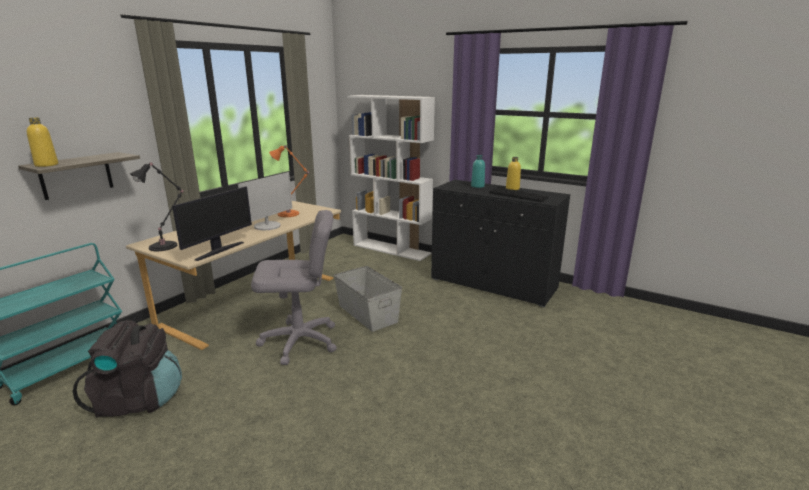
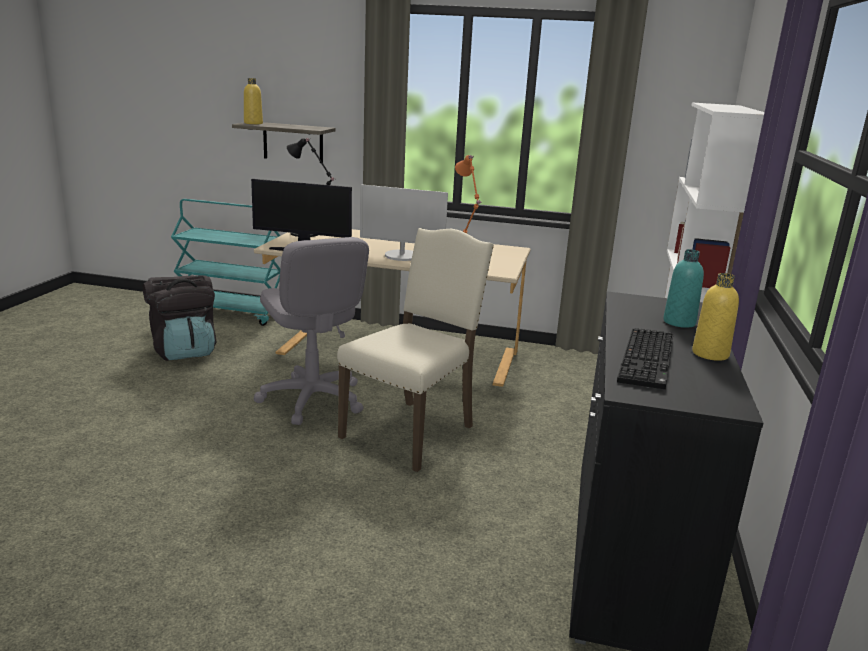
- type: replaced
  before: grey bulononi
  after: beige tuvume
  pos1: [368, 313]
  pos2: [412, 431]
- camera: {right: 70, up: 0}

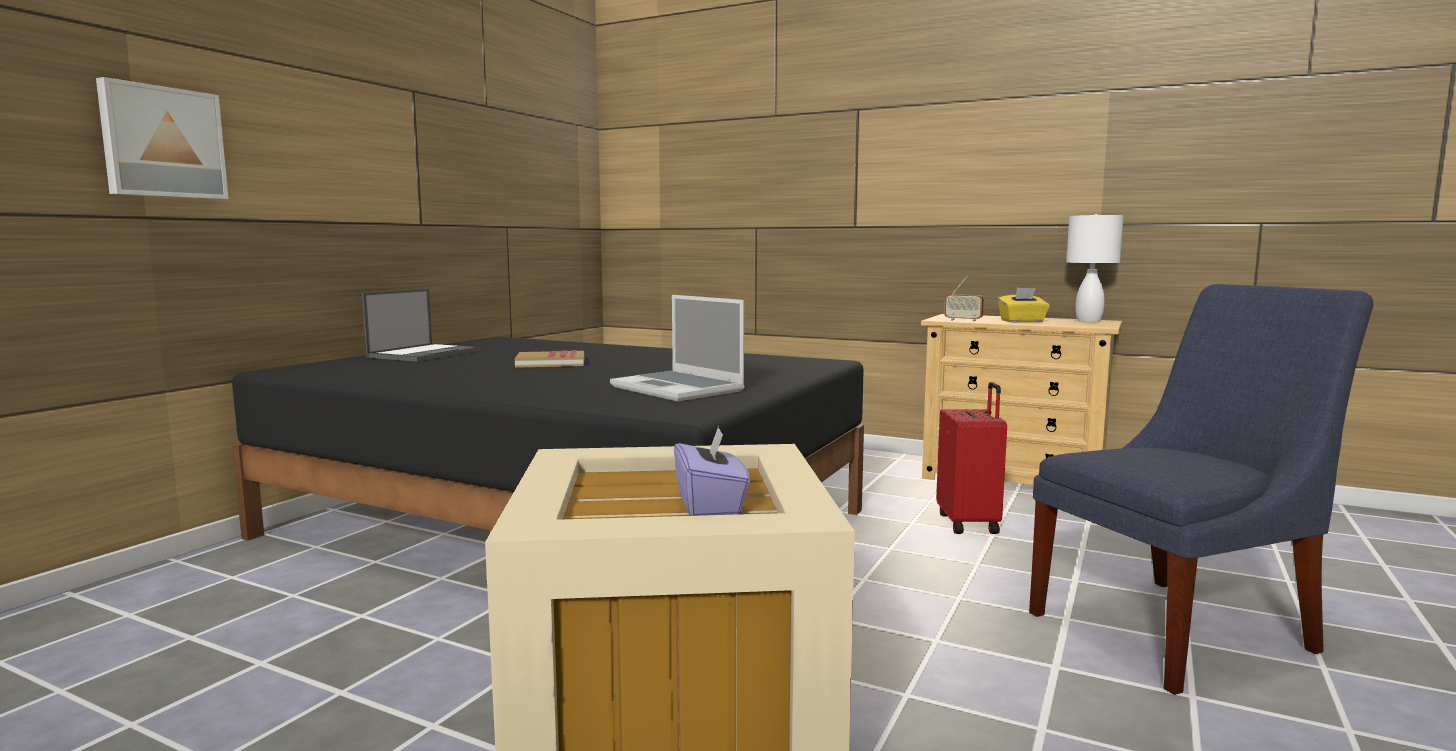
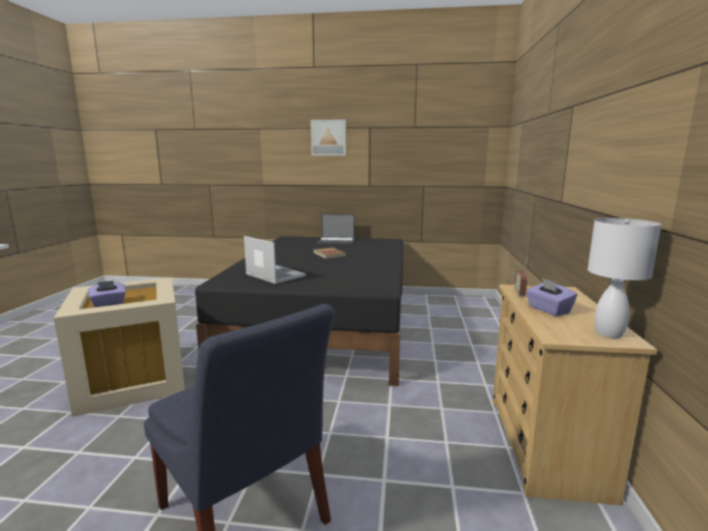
- type: moved
  before: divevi
  pos1: [162, 142]
  pos2: [328, 138]
- type: recoloured
  before: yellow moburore
  after: purple moburore
  pos1: [1022, 321]
  pos2: [548, 310]
- type: turned
  before: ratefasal
  pos1: [679, 389]
  pos2: [274, 276]
  turn: 105
- type: removed
  before: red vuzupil
  pos1: [969, 523]
- camera: {right: 70, up: 5}

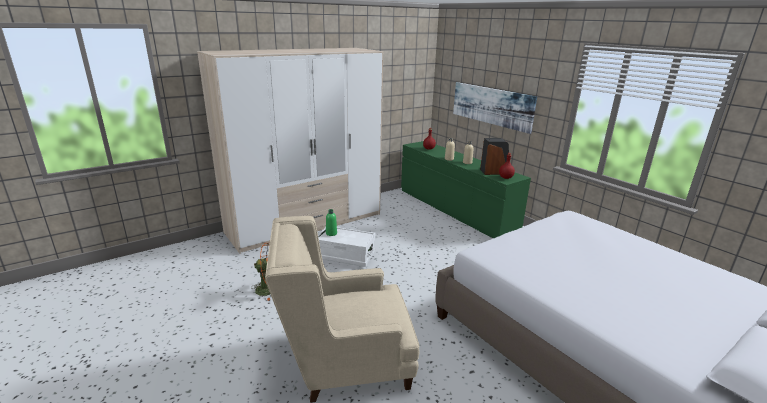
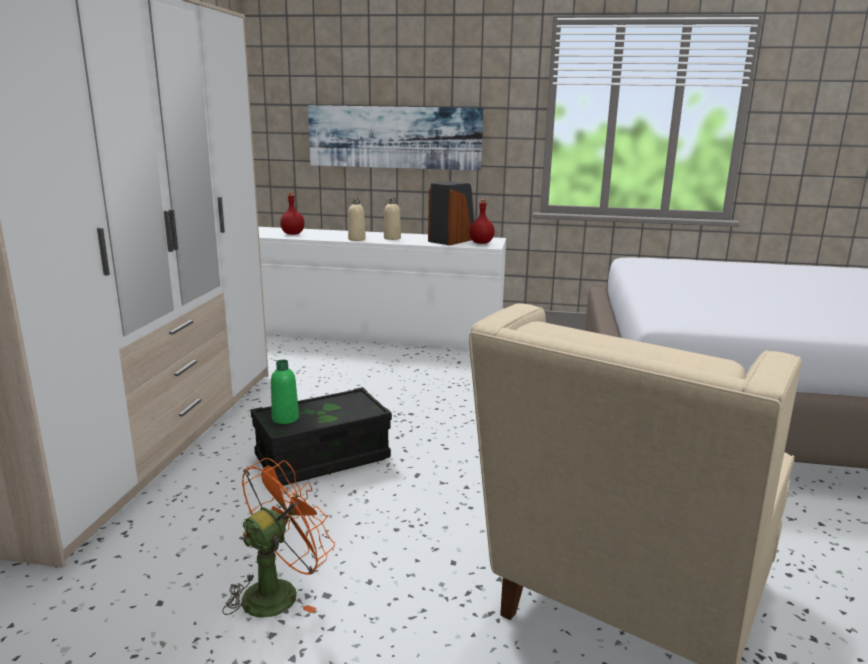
- type: recoloured
  before: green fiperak
  after: white fiperak
  pos1: [455, 209]
  pos2: [373, 332]
- type: recoloured
  before: white bulononi
  after: black bulononi
  pos1: [345, 256]
  pos2: [323, 458]
- camera: {right: -45, up: -5}

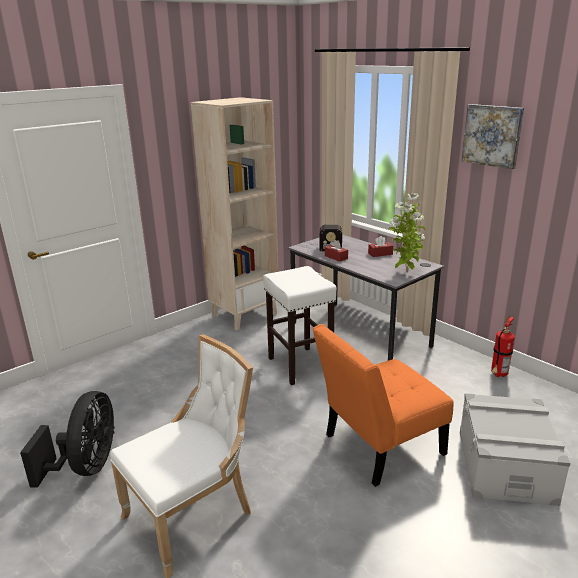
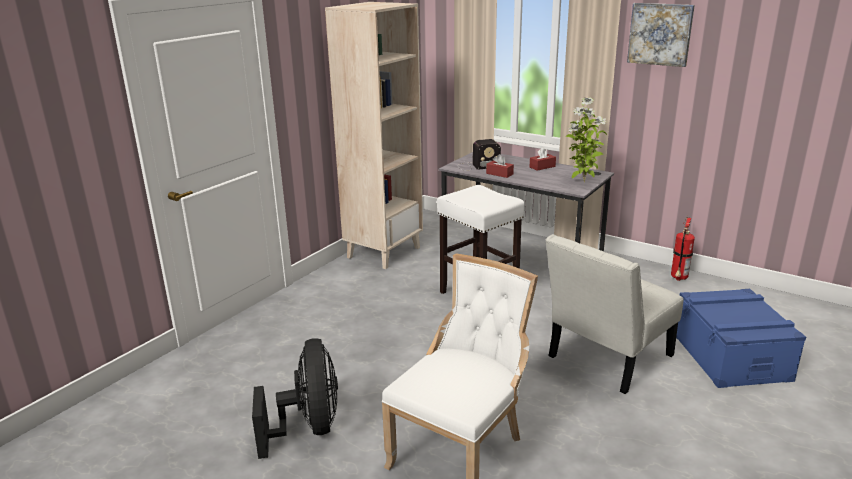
- type: recoloured
  before: orange tuvume
  after: white tuvume
  pos1: [378, 447]
  pos2: [606, 359]
- type: recoloured
  before: grey bulononi
  after: blue bulononi
  pos1: [505, 466]
  pos2: [730, 356]
- camera: {right: -15, up: 0}

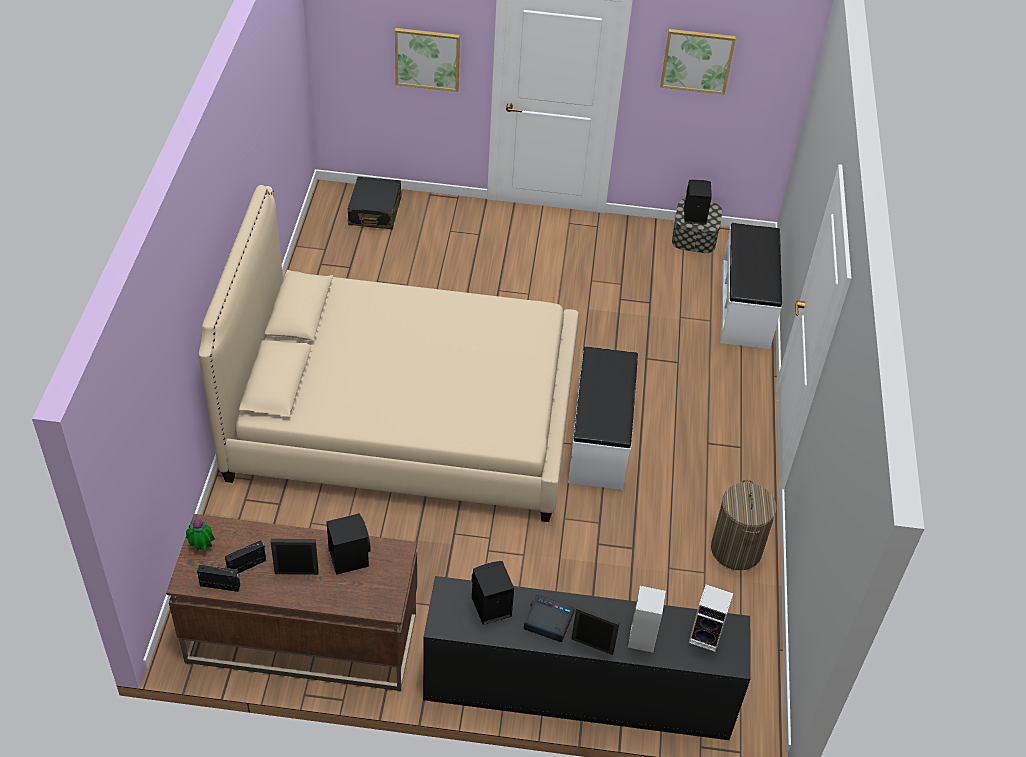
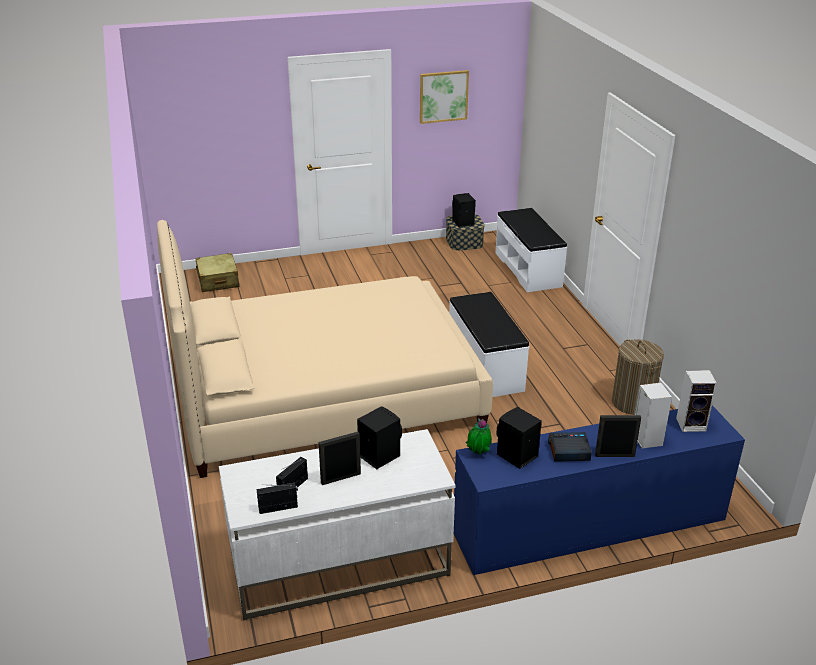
- type: removed
  before: divevi
  pos1: [427, 59]
- type: recoloured
  before: black vuzupil
  after: beige vuzupil
  pos1: [375, 211]
  pos2: [218, 280]
- type: recoloured
  before: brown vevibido
  after: white vevibido
  pos1: [301, 638]
  pos2: [338, 566]
- type: moved
  before: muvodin
  pos1: [202, 548]
  pos2: [478, 455]
- type: recoloured
  before: black fiperak
  after: blue fiperak
  pos1: [578, 690]
  pos2: [590, 525]
- camera: {right: -20, up: -15}

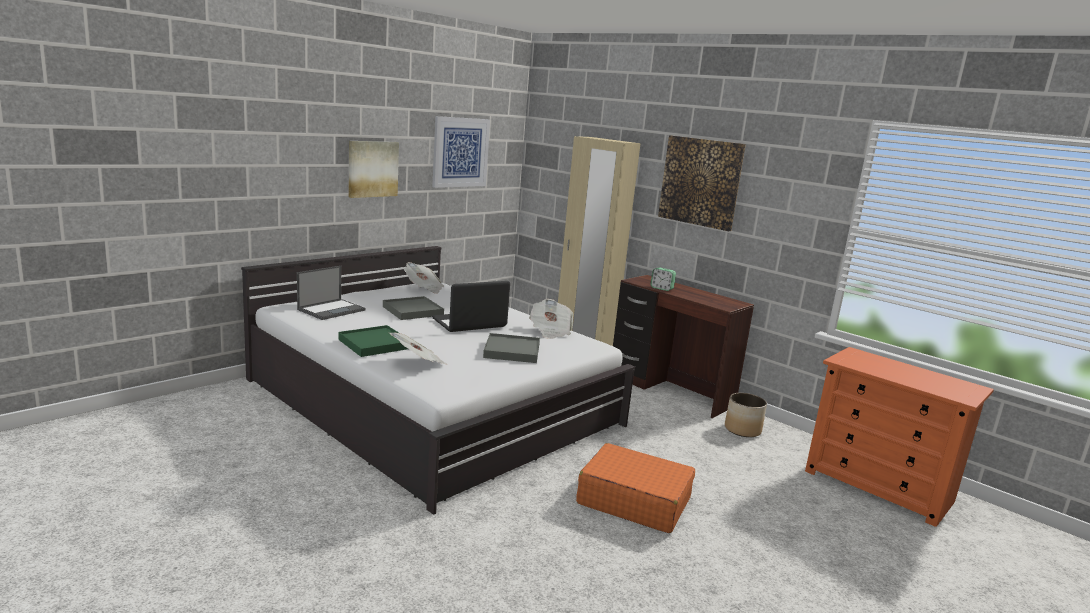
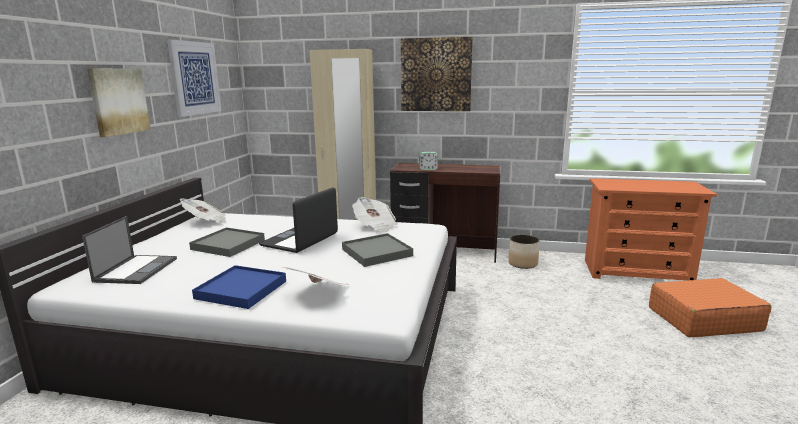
- type: recoloured
  before: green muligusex
  after: blue muligusex
  pos1: [374, 344]
  pos2: [241, 290]
- type: moved
  before: orange vuzupil
  pos1: [633, 501]
  pos2: [703, 319]
- camera: {right: -30, up: 0}

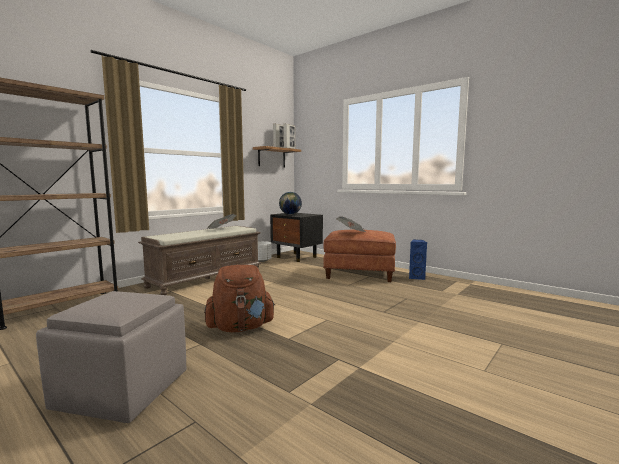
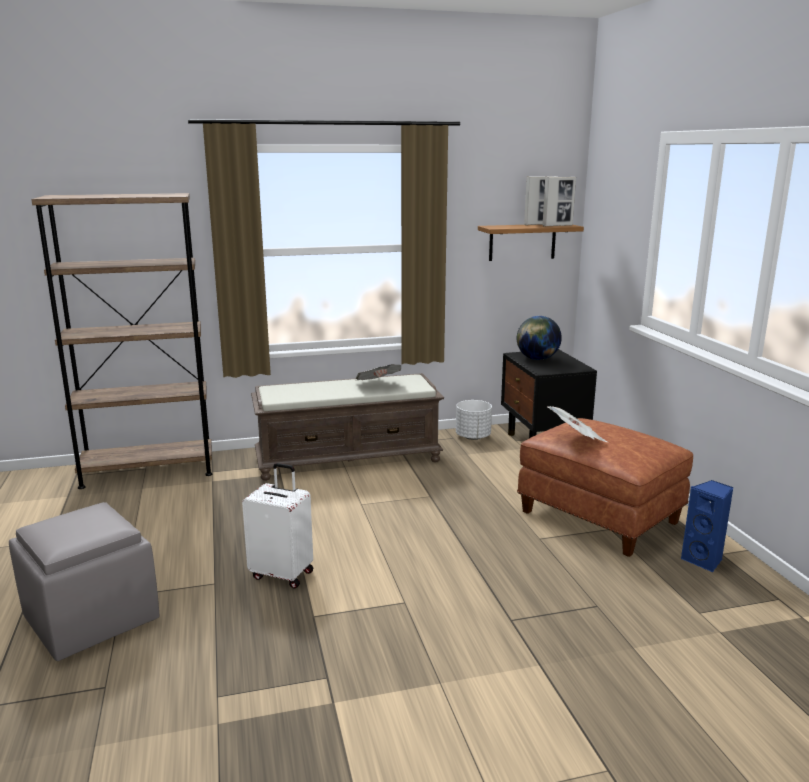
- type: replaced
  before: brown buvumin
  after: white vuzupil
  pos1: [240, 328]
  pos2: [283, 574]
- camera: {right: 35, up: 10}

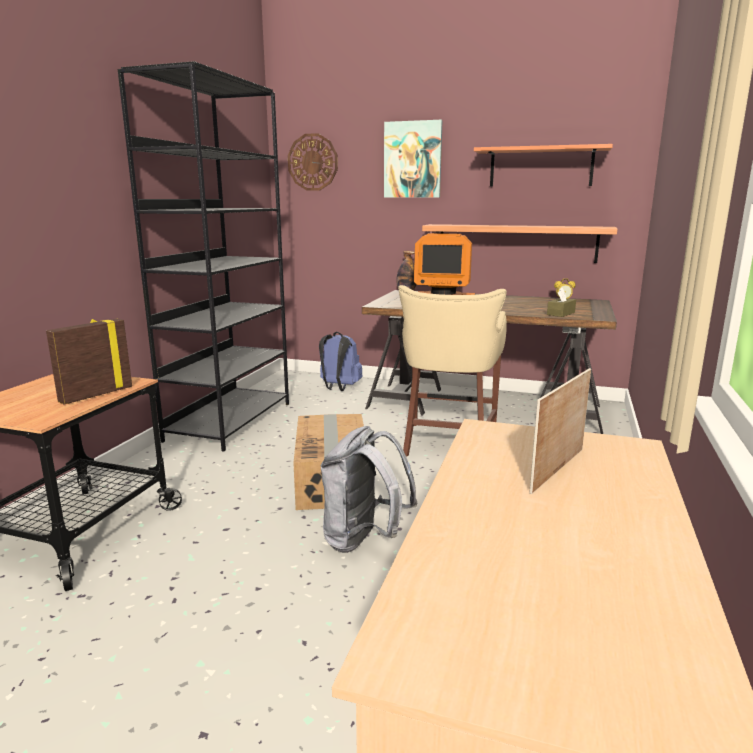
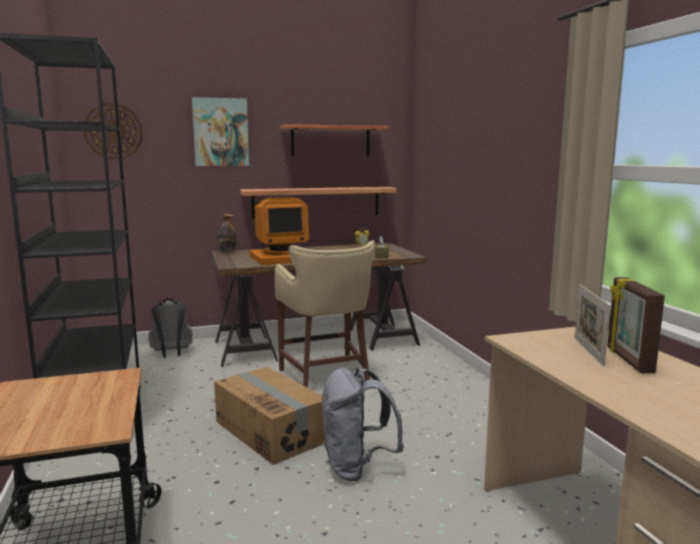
- type: moved
  before: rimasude
  pos1: [96, 394]
  pos2: [628, 360]
- type: recoloured
  before: blue buvumin
  after: grey buvumin
  pos1: [339, 388]
  pos2: [171, 354]
- camera: {right: -35, up: -5}

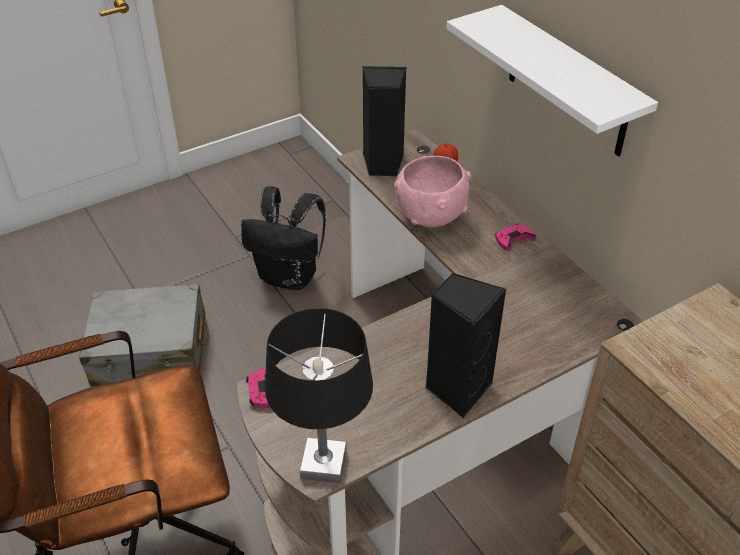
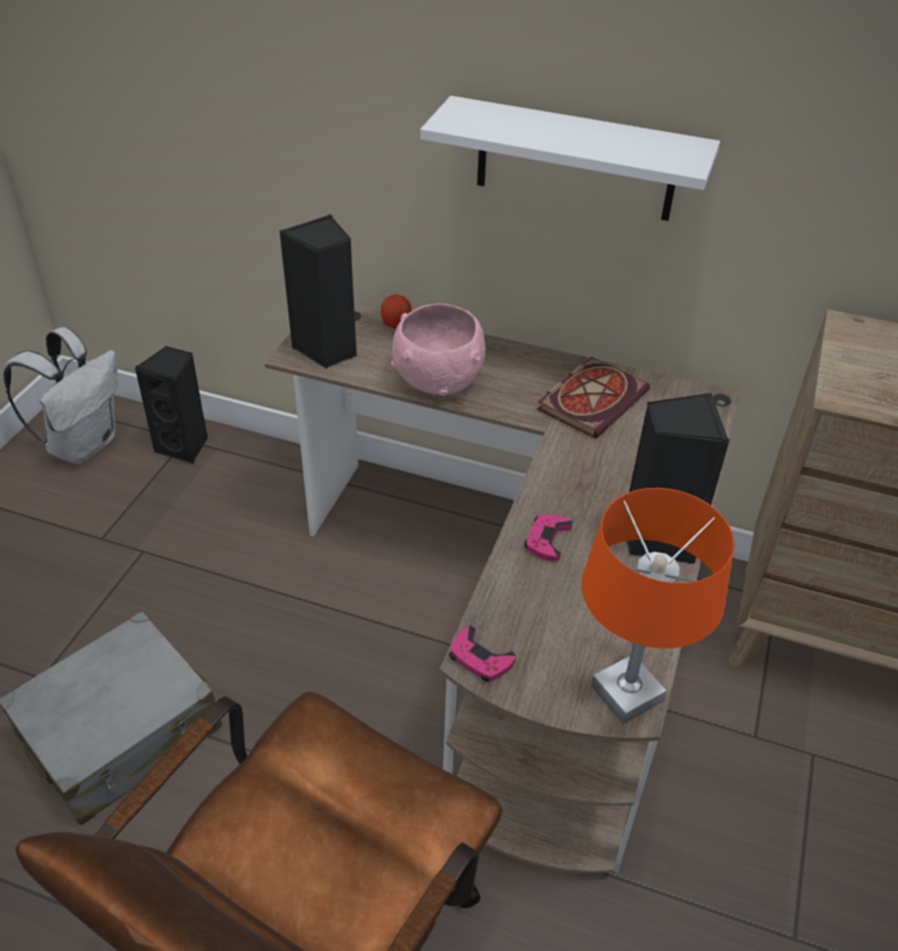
- type: removed
  before: black buvumin
  pos1: [290, 277]
- type: moved
  before: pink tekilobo
  pos1: [513, 239]
  pos2: [547, 540]
- type: recoloured
  before: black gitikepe
  after: orange gitikepe
  pos1: [323, 463]
  pos2: [626, 693]
- type: added
  after: white buvumin
  pos2: [83, 444]
- type: added
  after: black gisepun
  pos2: [184, 447]
- type: added
  after: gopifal
  pos2: [592, 399]
- camera: {right: -40, up: 0}

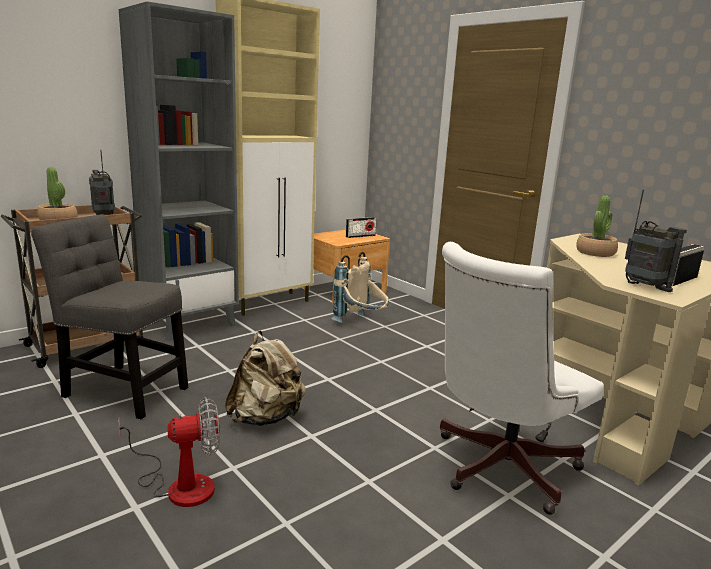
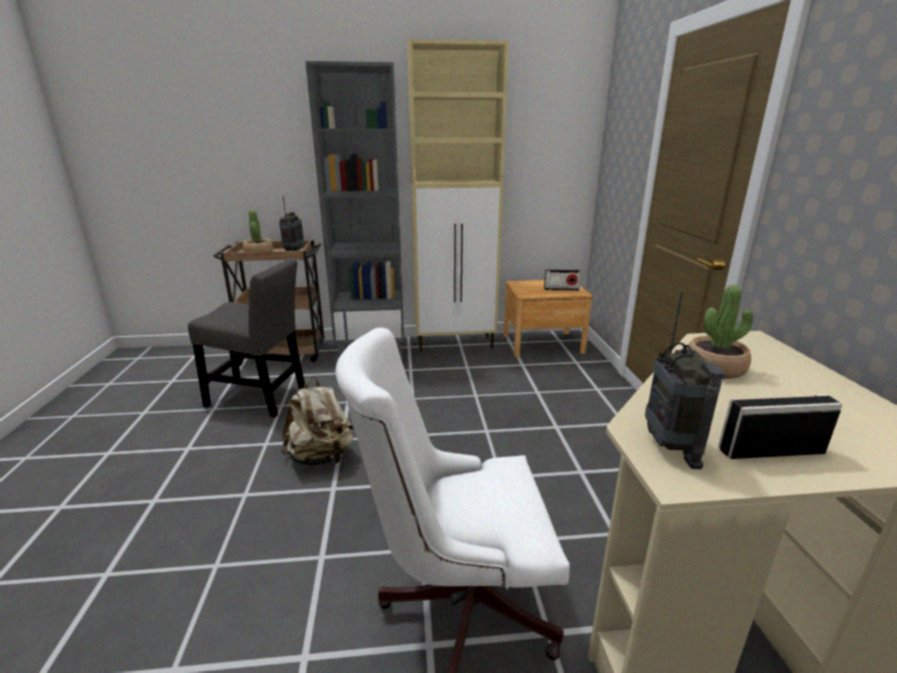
- type: turned
  before: grey tuvume
  pos1: [122, 390]
  pos2: [260, 397]
  turn: 135
- type: removed
  before: beige buvumin
  pos1: [361, 324]
- type: removed
  before: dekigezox
  pos1: [179, 484]
- camera: {right: 35, up: 5}

